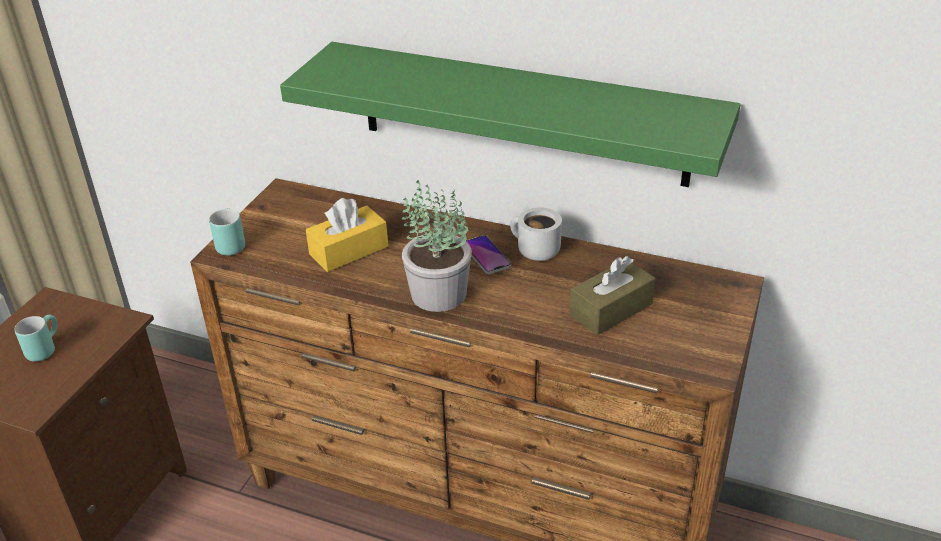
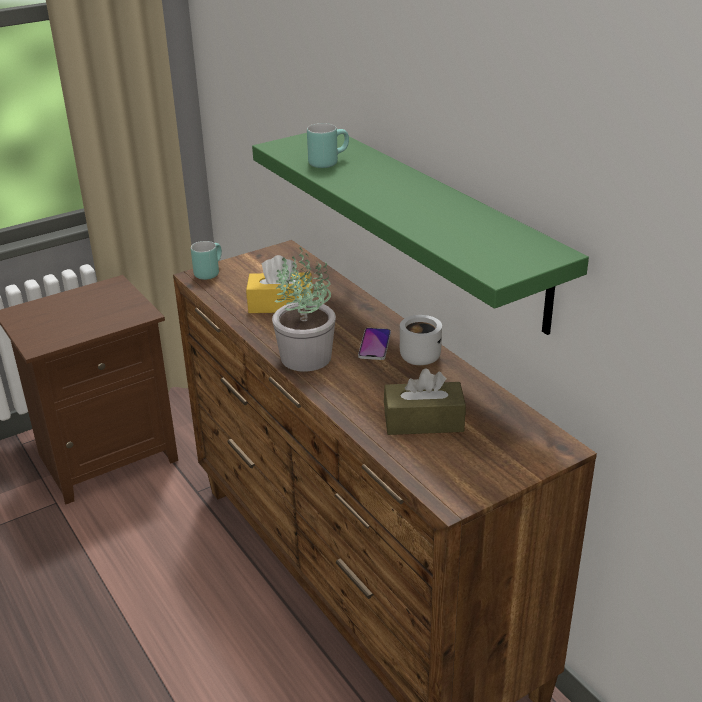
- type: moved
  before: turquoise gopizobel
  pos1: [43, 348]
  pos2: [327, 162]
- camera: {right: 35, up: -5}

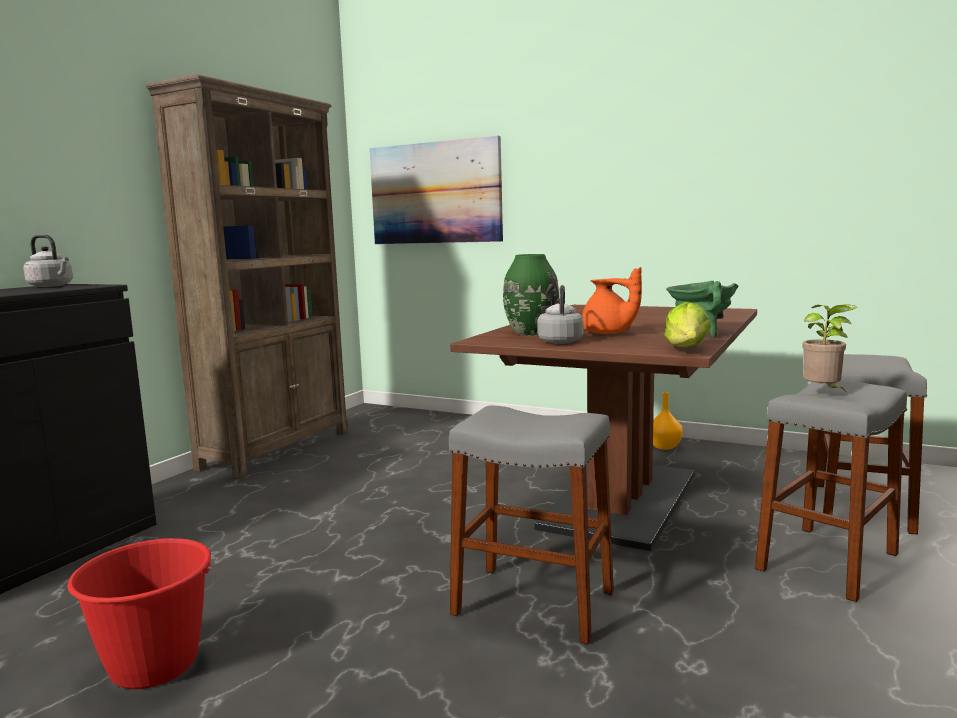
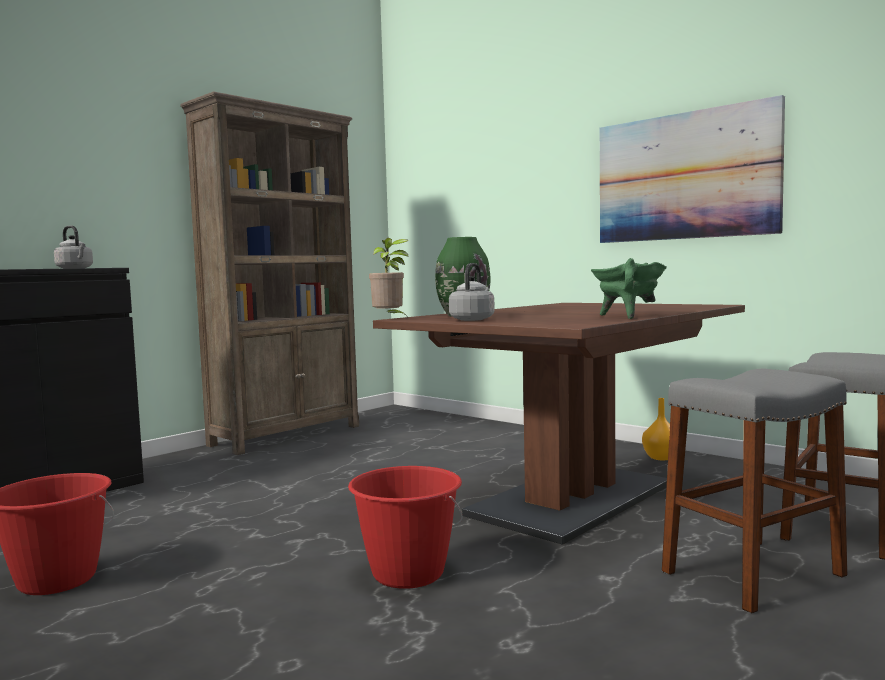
- type: moved
  before: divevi
  pos1: [435, 193]
  pos2: [685, 176]
- type: removed
  before: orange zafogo
  pos1: [608, 333]
- type: removed
  before: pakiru
  pos1: [686, 350]
- type: moved
  before: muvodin
  pos1: [824, 393]
  pos2: [390, 319]
- type: replaced
  before: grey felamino
  after: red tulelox
  pos1: [533, 602]
  pos2: [407, 574]
- camera: {right: 15, up: -5}

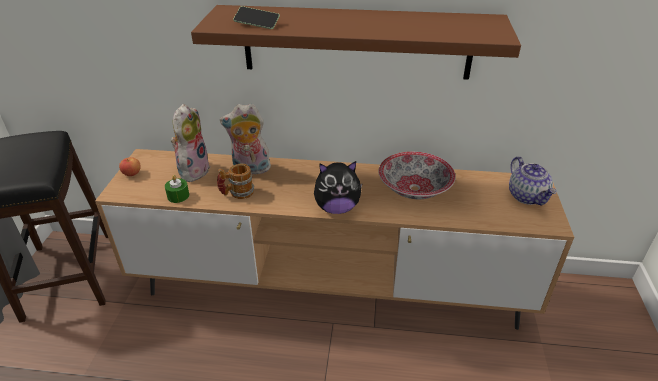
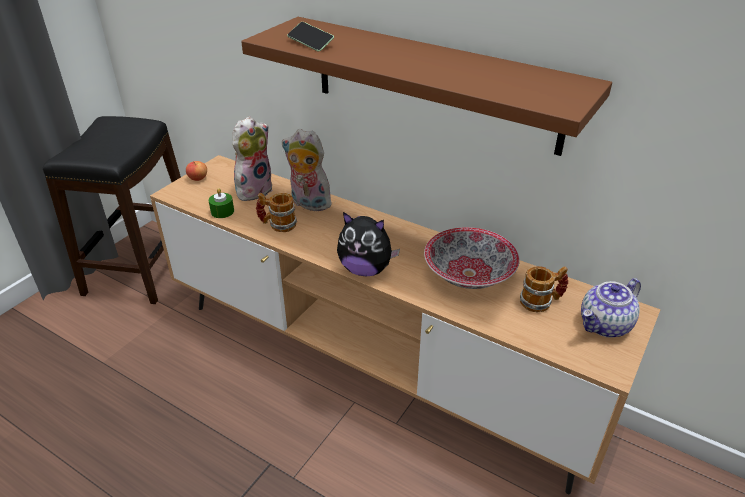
- type: turned
  before: zafogo
  pos1: [527, 196]
  pos2: [605, 325]
  turn: 45
- type: added
  after: gopizobel
  pos2: [541, 301]
- camera: {right: 25, up: 0}

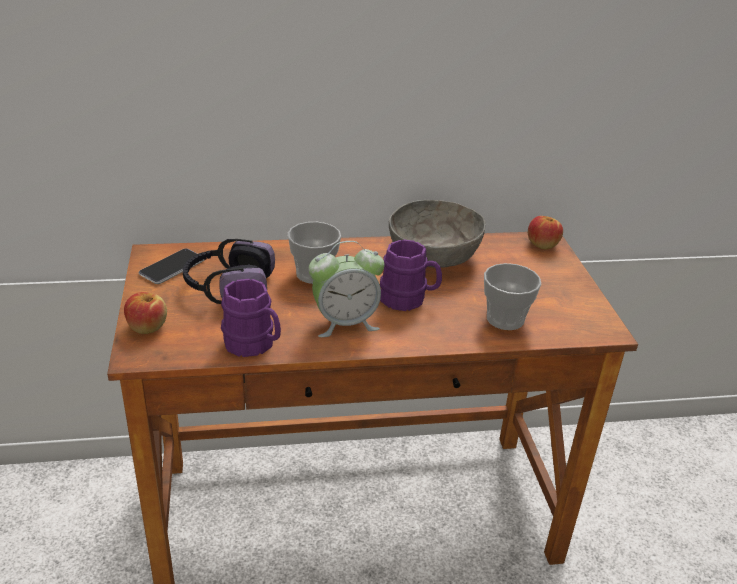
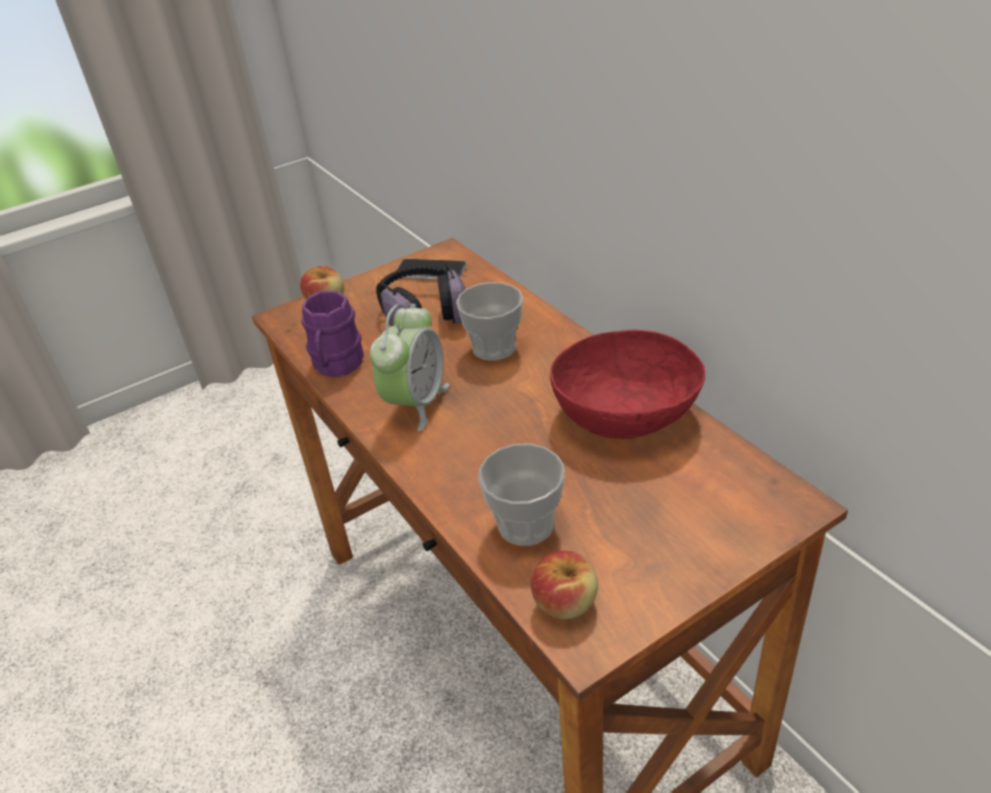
- type: recoloured
  before: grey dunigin
  after: red dunigin
  pos1: [433, 255]
  pos2: [626, 413]
- type: moved
  before: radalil
  pos1: [542, 244]
  pos2: [565, 602]
- type: removed
  before: purple gopizobel
  pos1: [409, 300]
- type: turned
  before: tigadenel
  pos1: [345, 323]
  pos2: [416, 403]
  turn: -120
- camera: {right: 70, up: 5}

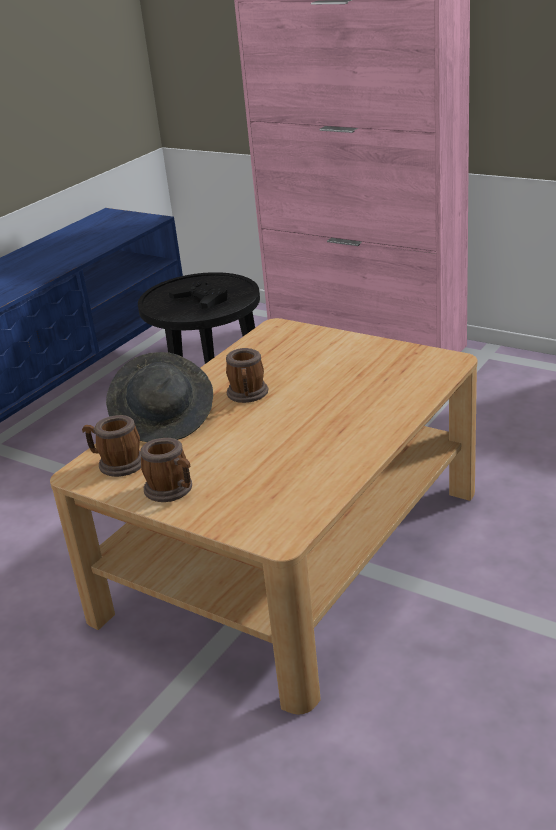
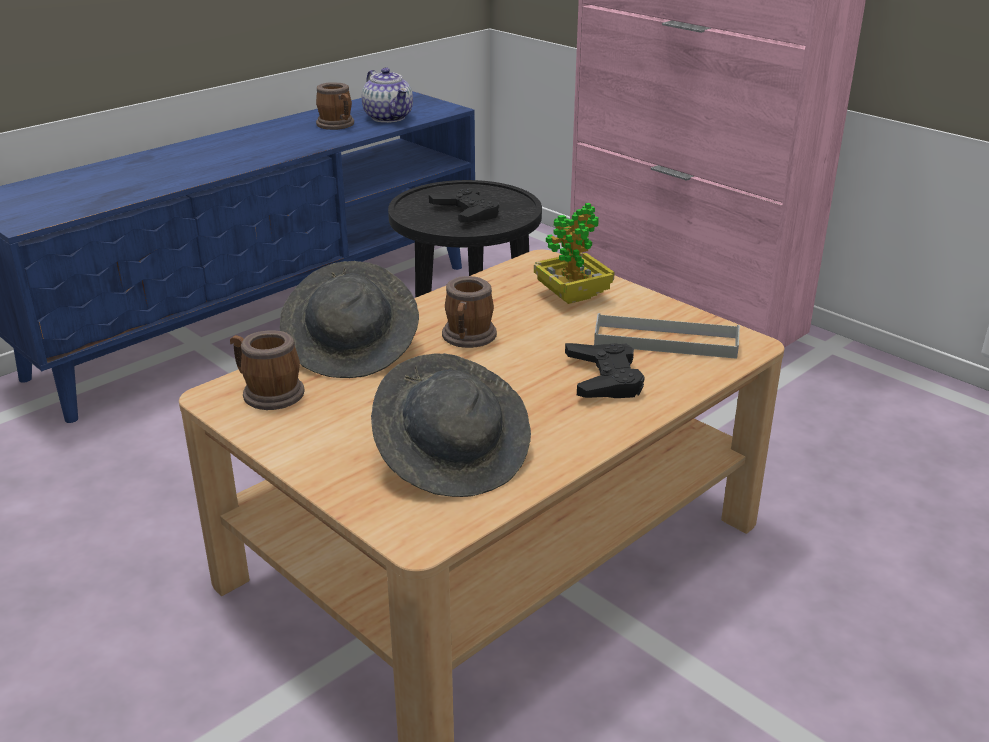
- type: moved
  before: gopizobel
  pos1: [172, 490]
  pos2: [338, 125]
- type: added
  after: zafogo
  pos2: [389, 117]
- type: added
  after: muvodin
  pos2: [572, 296]
- type: added
  after: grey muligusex
  pos2: [665, 341]
- type: added
  after: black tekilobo
  pos2: [604, 378]
- type: added
  after: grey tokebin
  pos2: [453, 456]
- camera: {right: 10, up: 0}

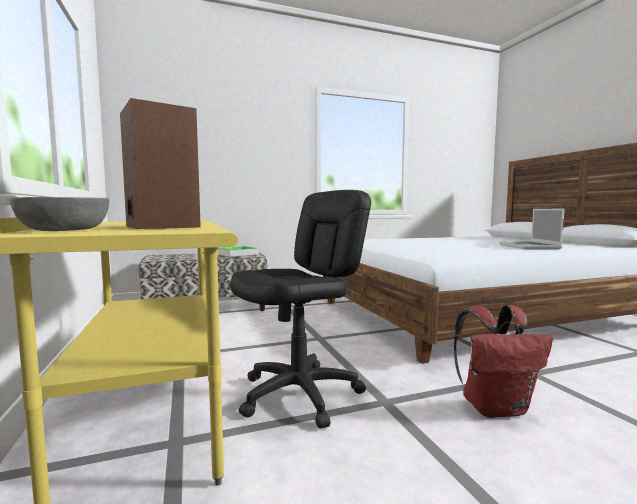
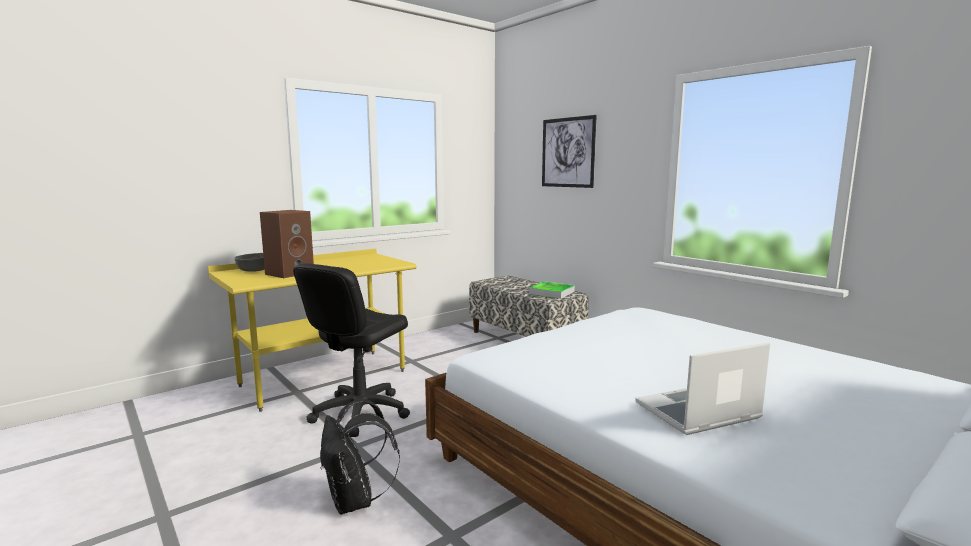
- type: turned
  before: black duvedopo
  pos1: [300, 394]
  pos2: [360, 412]
  turn: 90
- type: recoloured
  before: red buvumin
  after: black buvumin
  pos1: [495, 407]
  pos2: [355, 501]
- type: added
  after: divevi
  pos2: [568, 152]
- camera: {right: 70, up: 5}

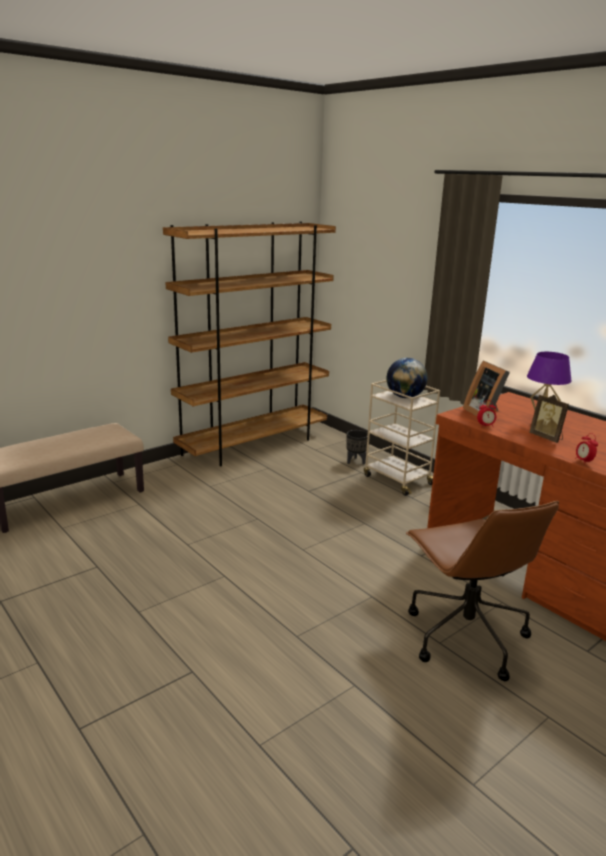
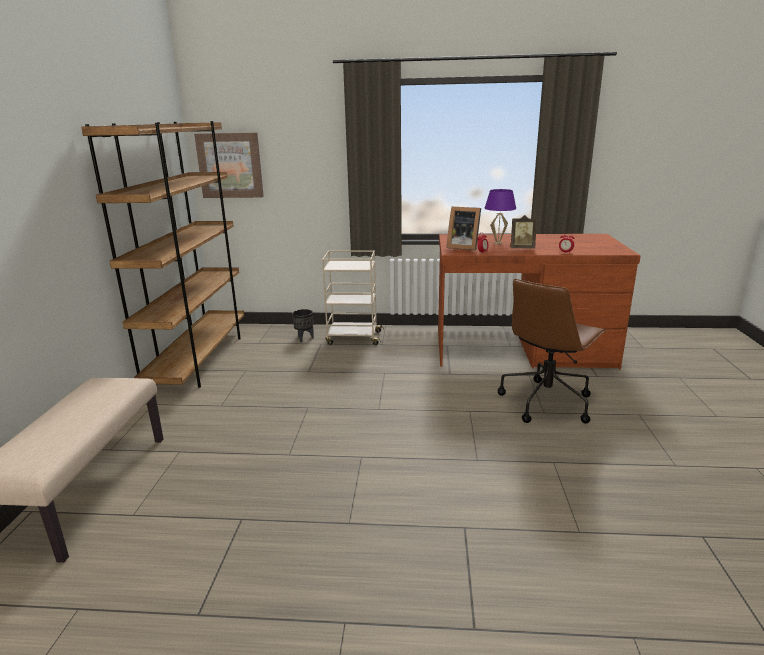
- type: removed
  before: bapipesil
  pos1: [405, 397]
- type: turned
  before: brown duvedopo
  pos1: [464, 636]
  pos2: [546, 402]
  turn: 105
- type: added
  after: divevi
  pos2: [230, 165]
- camera: {right: -45, up: 0}

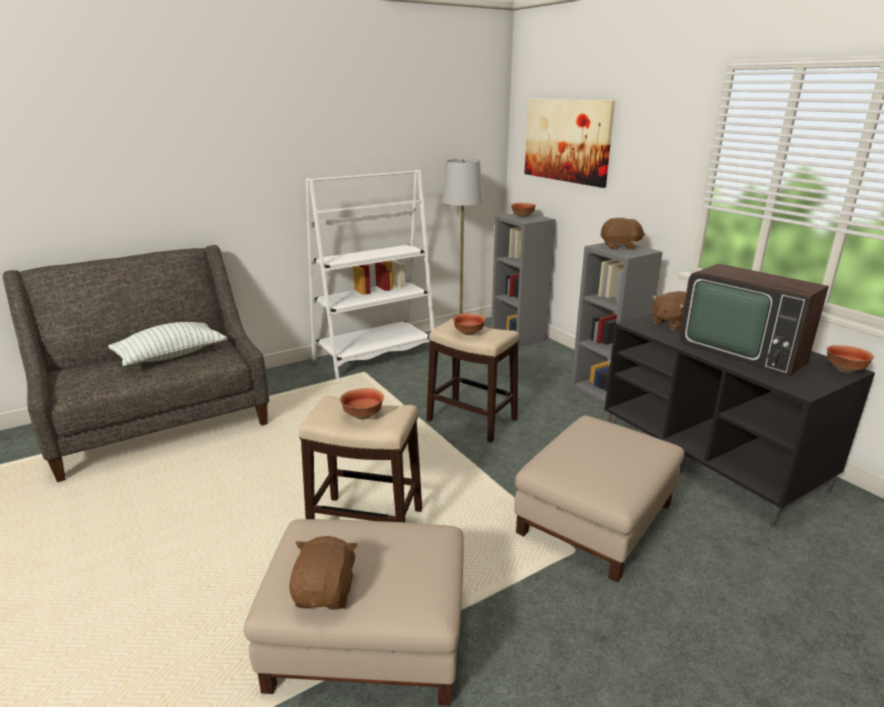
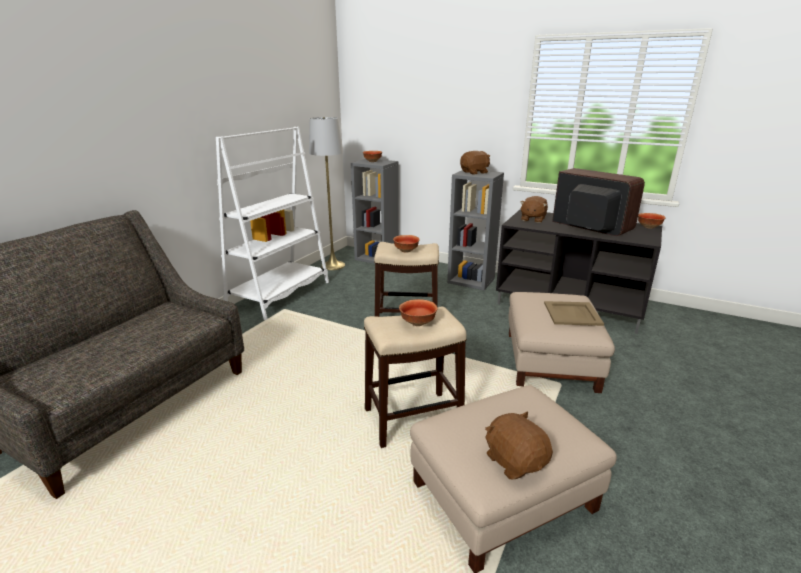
- type: removed
  before: divevi
  pos1: [567, 140]
- type: turned
  before: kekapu
  pos1: [742, 350]
  pos2: [590, 227]
  turn: -150
- type: removed
  before: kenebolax
  pos1: [171, 356]
- type: added
  after: beige muligusex
  pos2: [573, 314]
- camera: {right: -30, up: 0}

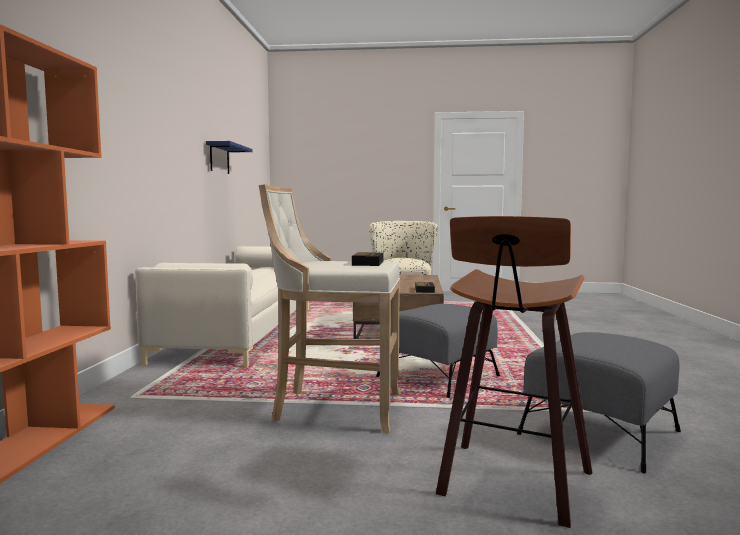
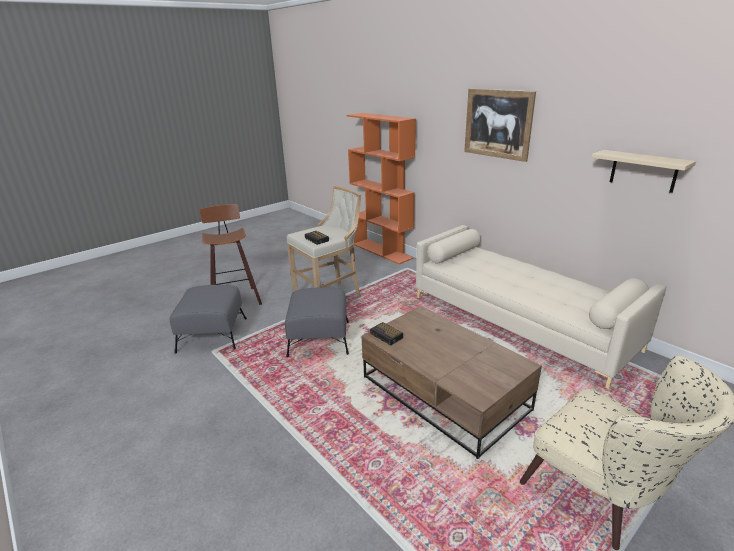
- type: recoloured
  before: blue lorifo
  after: beige lorifo
  pos1: [219, 158]
  pos2: [643, 171]
- type: added
  after: divevi
  pos2: [497, 124]
- camera: {right: 135, up: 20}

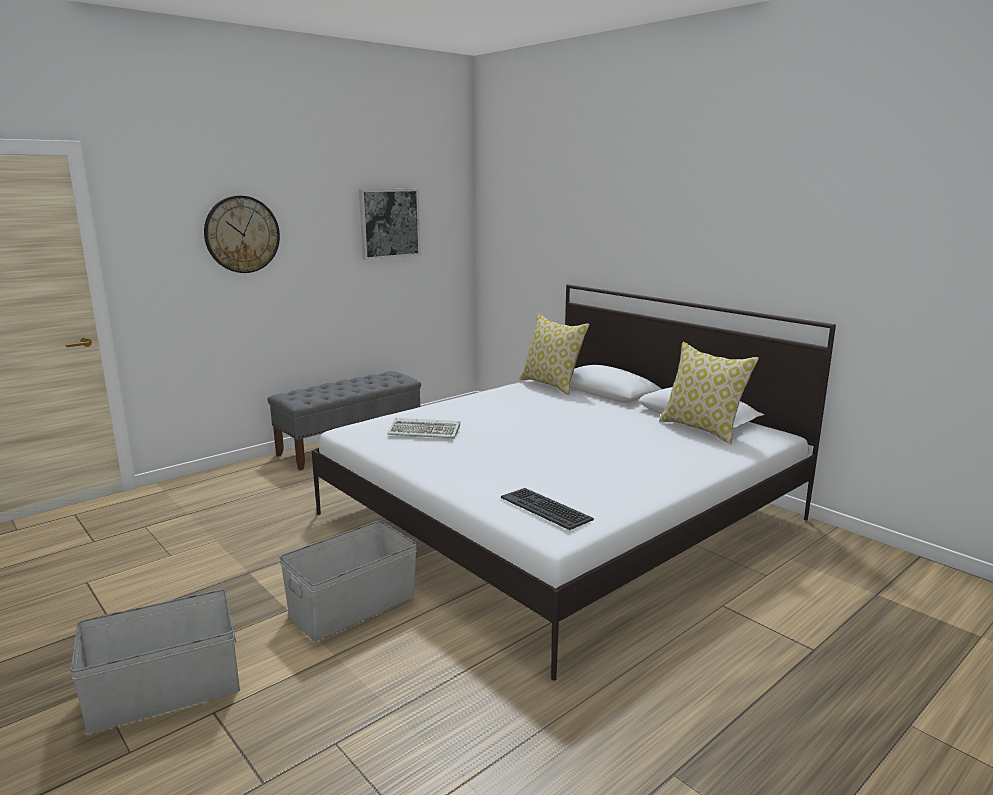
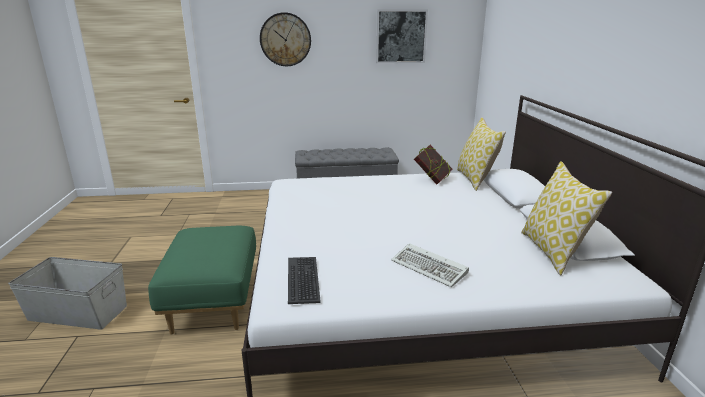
- type: moved
  before: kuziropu
  pos1: [426, 431]
  pos2: [430, 268]
- type: replaced
  before: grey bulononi
  after: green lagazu
  pos1: [354, 606]
  pos2: [214, 302]
- type: added
  after: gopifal
  pos2: [432, 180]
- camera: {right: 35, up: 5}

